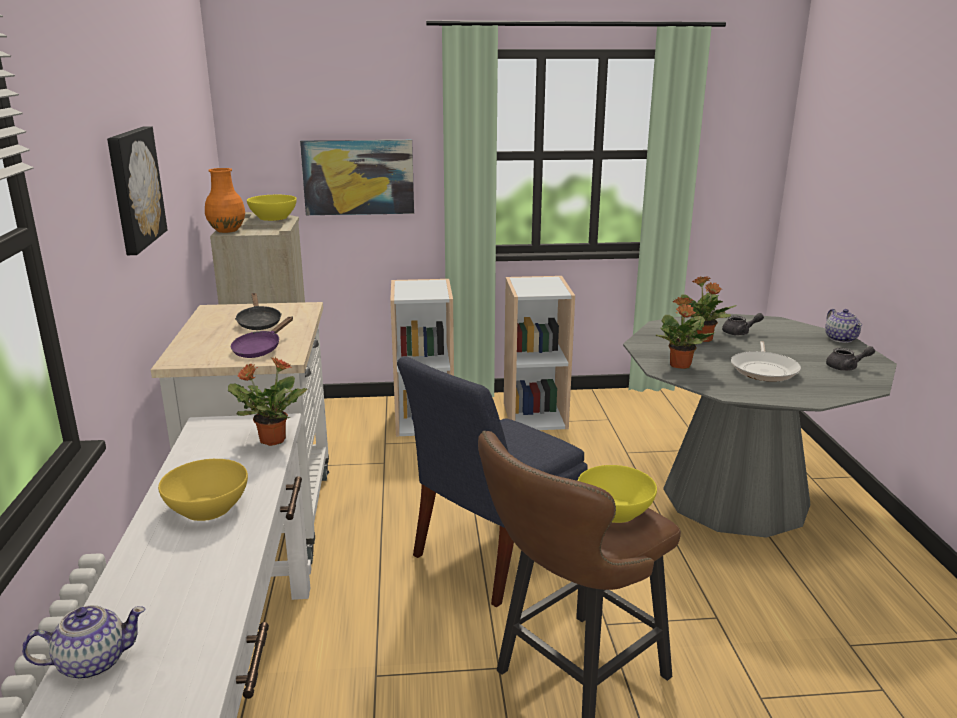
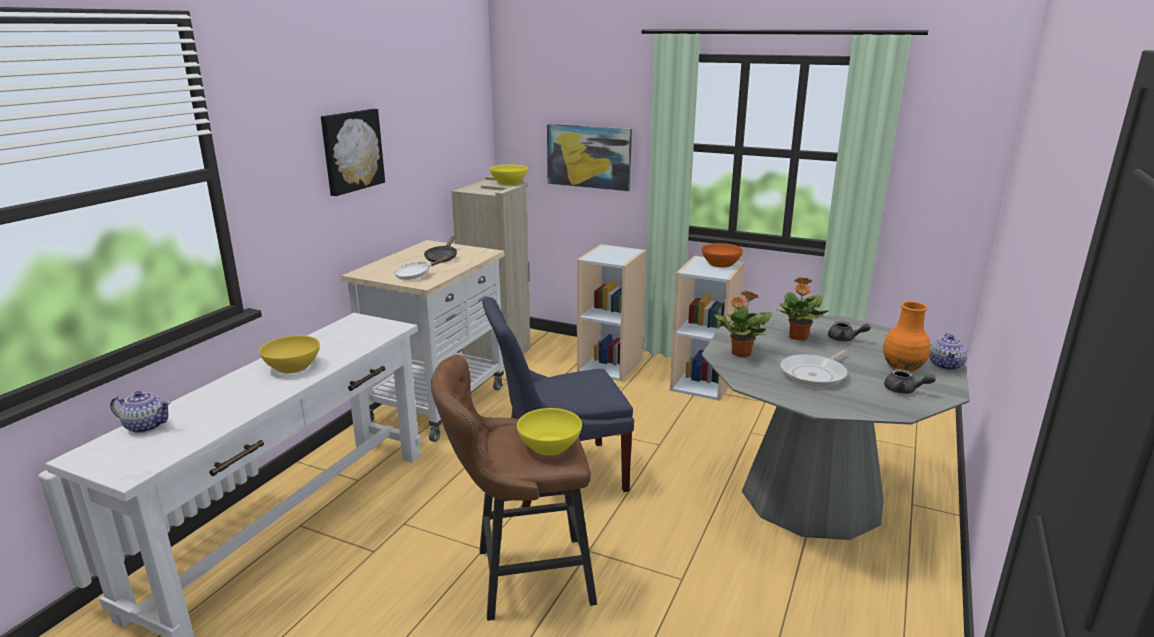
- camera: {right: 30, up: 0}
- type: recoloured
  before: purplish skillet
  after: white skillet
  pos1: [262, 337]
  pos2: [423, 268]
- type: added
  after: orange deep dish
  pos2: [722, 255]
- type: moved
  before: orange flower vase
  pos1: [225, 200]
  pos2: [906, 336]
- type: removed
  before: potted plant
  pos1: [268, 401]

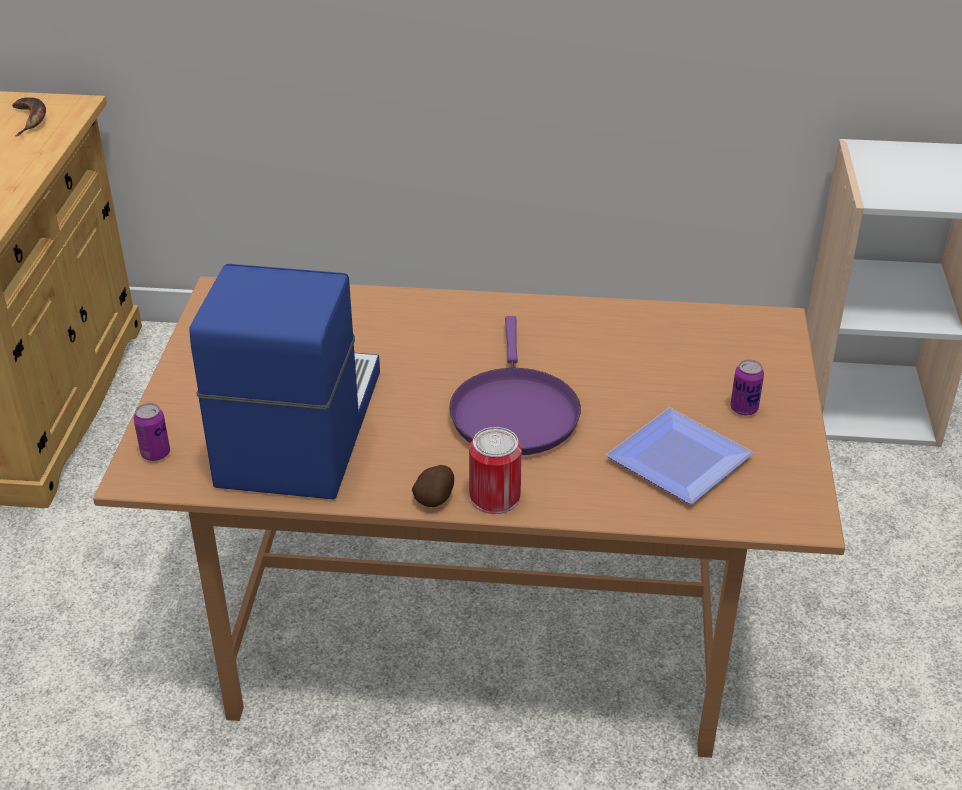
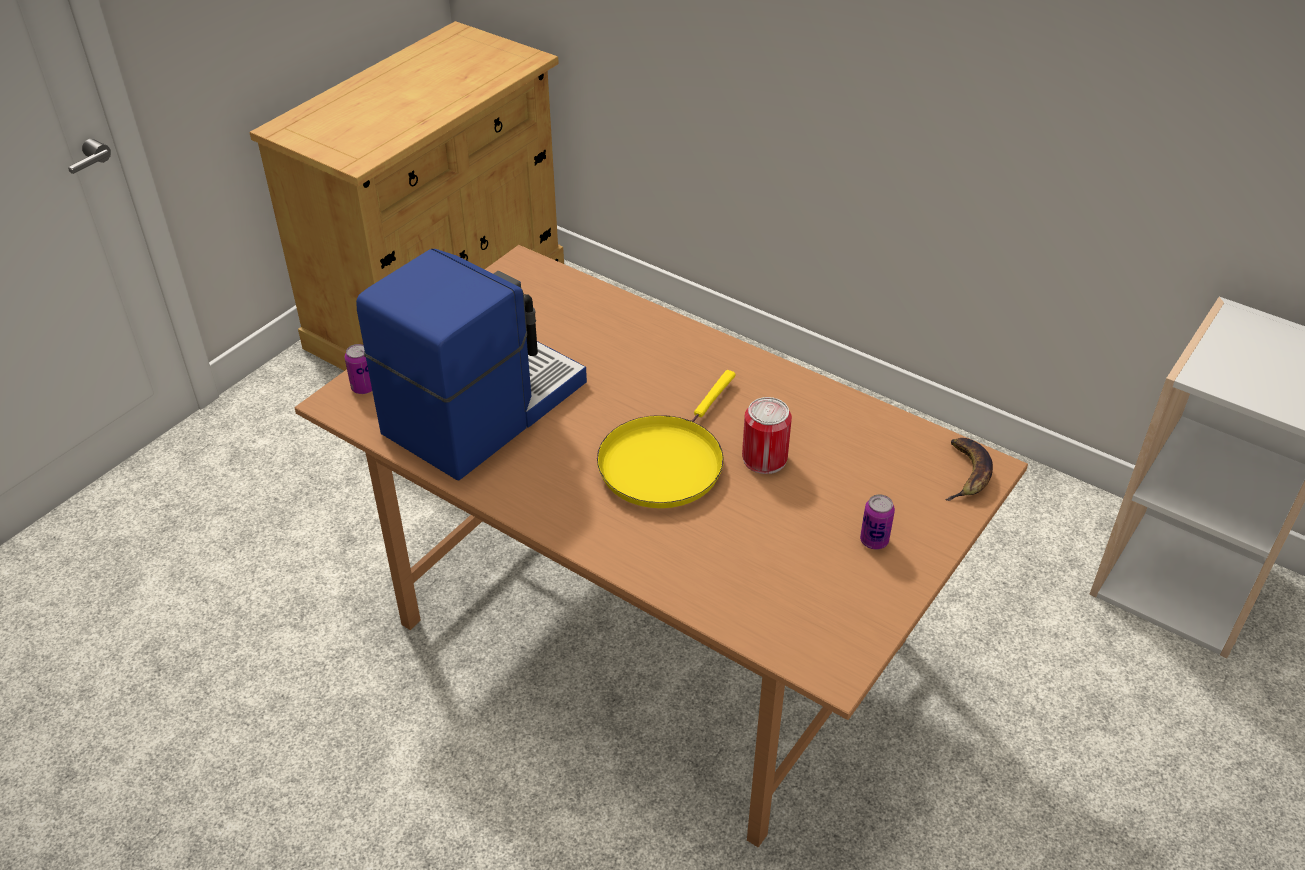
- camera: {right: 30, up: 5}
- type: recoloured
  before: purplish skillet
  after: yellowish skillet
  pos1: [515, 385]
  pos2: [666, 439]
- type: moved
  before: metal can
  pos1: [495, 470]
  pos2: [767, 435]
- type: moved
  before: banana
  pos1: [29, 116]
  pos2: [969, 469]
- type: removed
  before: whole potato
  pos1: [433, 486]
- type: removed
  before: flat dish
  pos1: [679, 456]

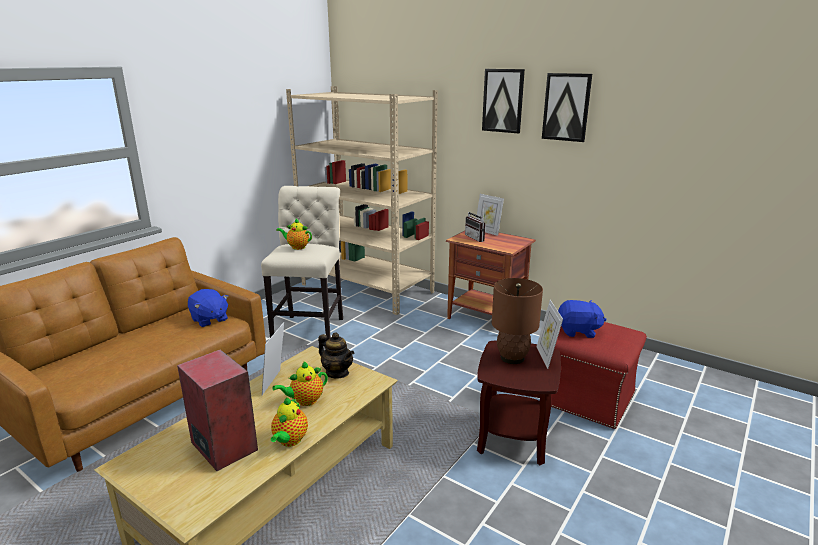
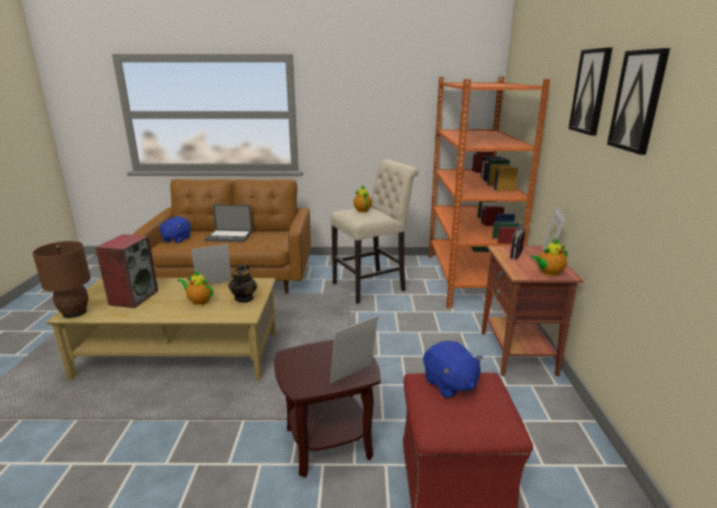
- camera: {right: 55, up: 0}
- type: moved
  before: brown-coloured lamp for a table
  pos1: [517, 321]
  pos2: [61, 279]
- type: moved
  before: blue-coloured soft toy
  pos1: [208, 308]
  pos2: [174, 230]
- type: added
  after: portable computer
  pos2: [229, 223]
- type: recoloured
  before: beige bookcase
  after: orange bookcase
  pos1: [362, 200]
  pos2: [489, 192]
- type: moved
  before: tea pot
  pos1: [289, 422]
  pos2: [549, 257]

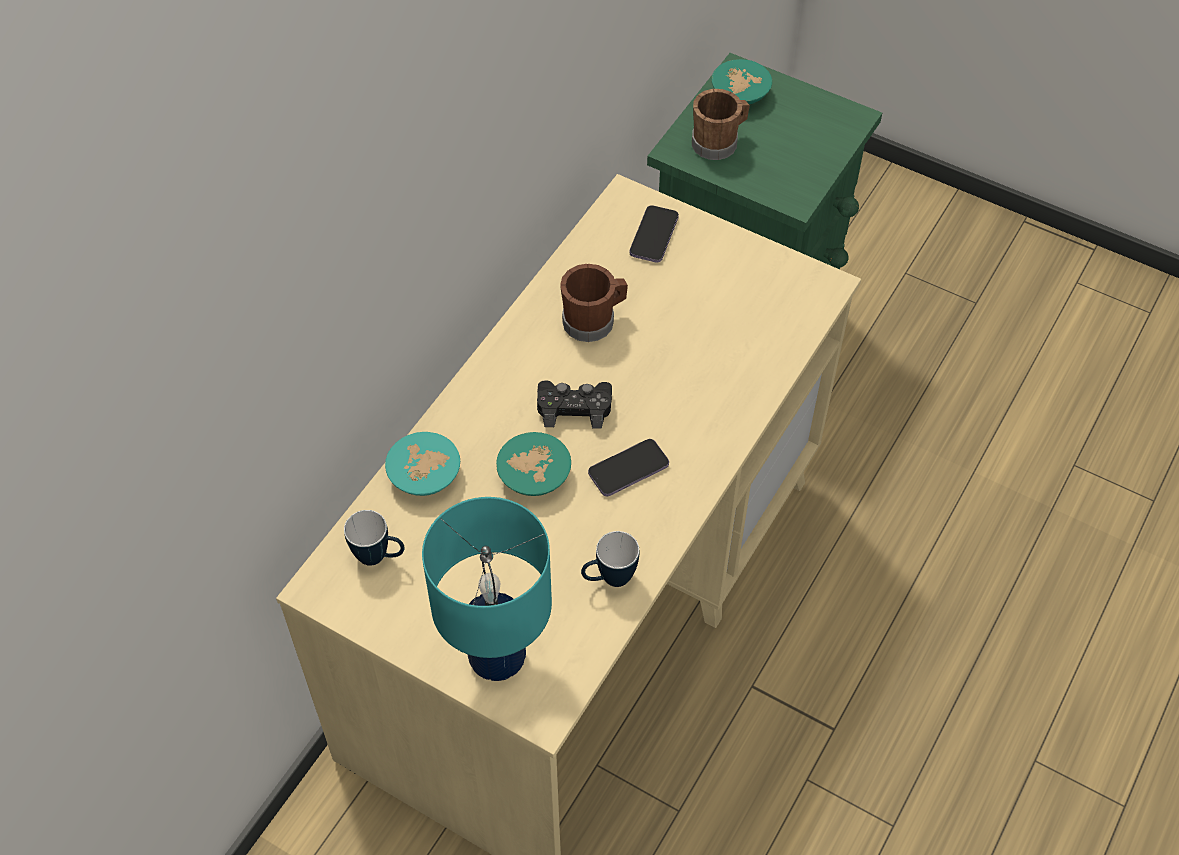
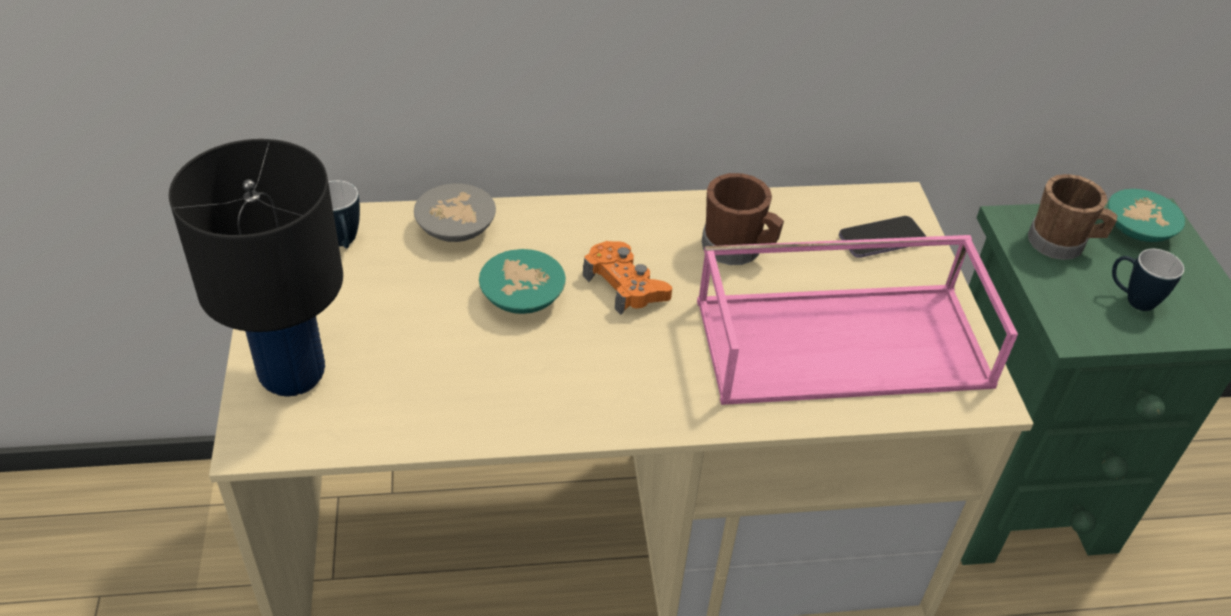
- camera: {right: 50, up: -10}
- type: recoloured
  before: blue-green lamp for a table
  after: black-coloured lamp for a table
  pos1: [487, 589]
  pos2: [256, 268]
- type: recoloured
  before: blue-green deep dish
  after: grey deep dish
  pos1: [422, 464]
  pos2: [455, 212]
- type: recoloured
  before: black-coloured joypad
  after: orange joypad
  pos1: [574, 404]
  pos2: [627, 278]
- type: added
  after: pink serving tray
  pos2: [857, 320]
- type: moved
  before: mug
  pos1: [610, 559]
  pos2: [1148, 280]
- type: removed
  before: telephone
  pos1: [628, 467]

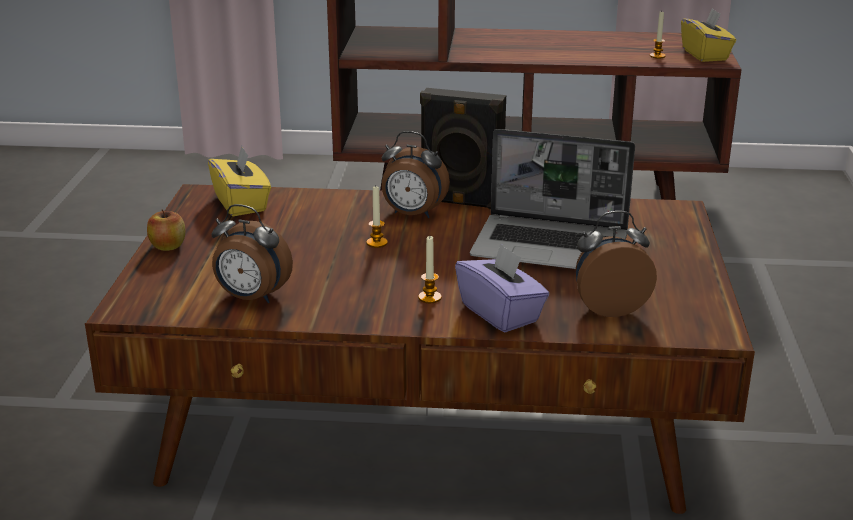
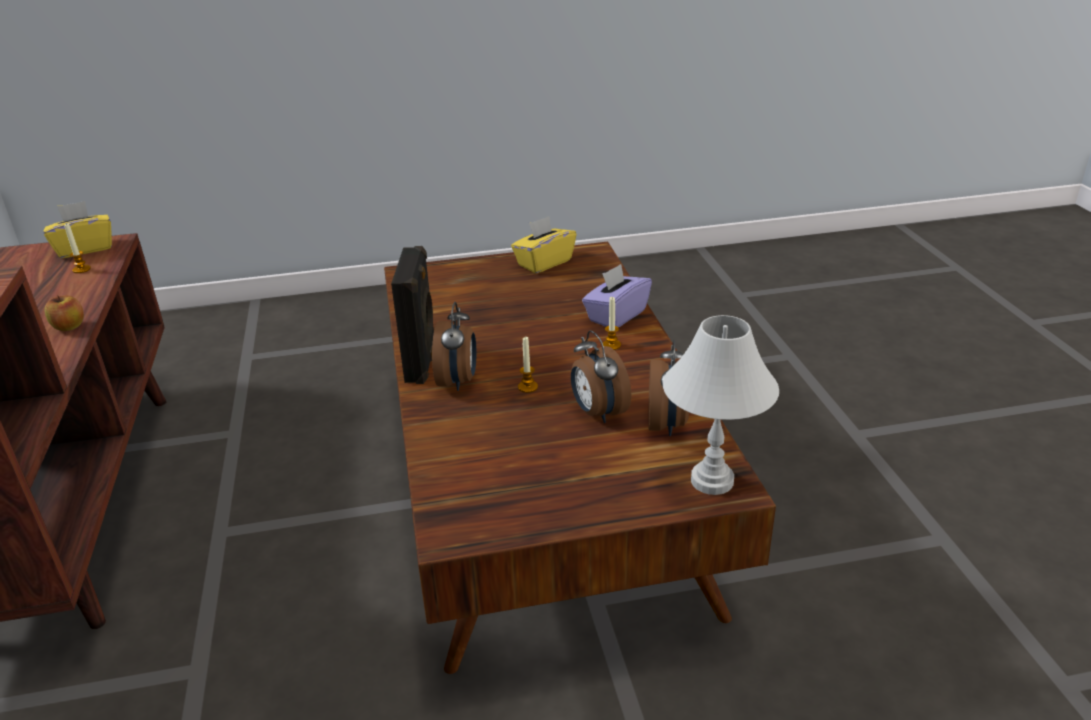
- camera: {right: -105, up: 5}
- type: moved
  before: apple
  pos1: [166, 230]
  pos2: [64, 313]
- type: moved
  before: yellowish tissue box
  pos1: [239, 181]
  pos2: [543, 244]
- type: moved
  before: alarm clock
  pos1: [616, 264]
  pos2: [601, 376]
- type: added
  after: white lamp for a table
  pos2: [721, 405]
- type: removed
  before: portable computer
  pos1: [552, 199]

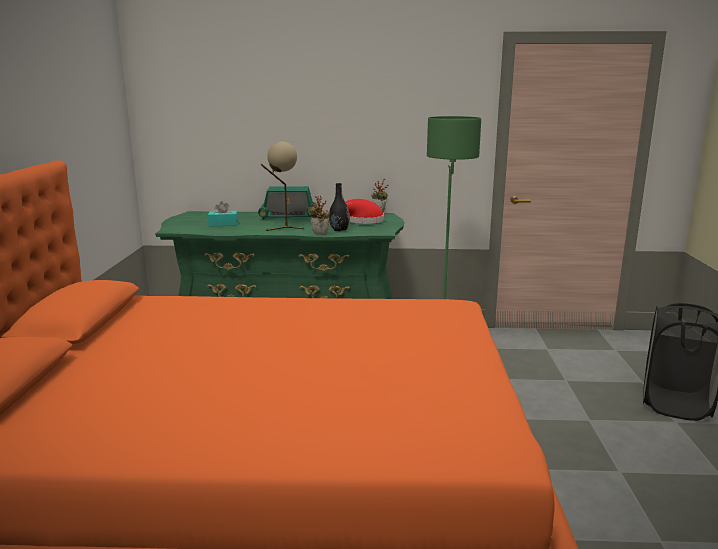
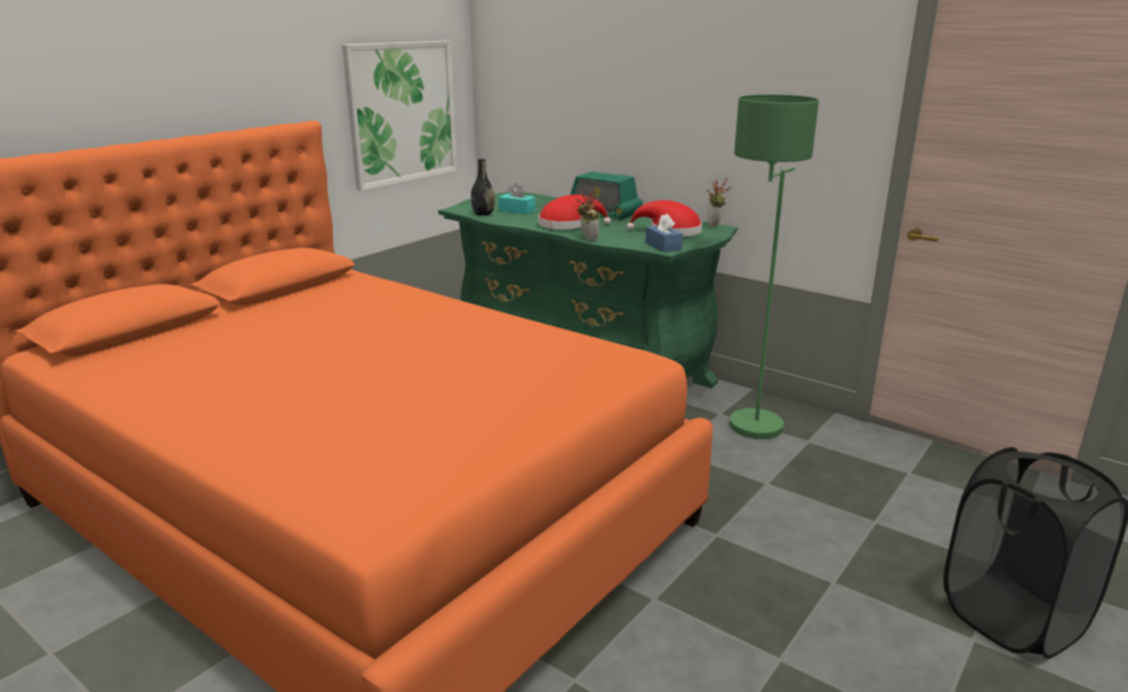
- camera: {right: 35, up: 5}
- type: added
  after: wall art
  pos2: [400, 116]
- type: moved
  before: black-coloured flower vase
  pos1: [339, 207]
  pos2: [483, 187]
- type: replaced
  before: beige lamp for a table
  after: reddish wearable hat
  pos1: [282, 186]
  pos2: [574, 212]
- type: added
  after: blue-coloured tissue box
  pos2: [664, 233]

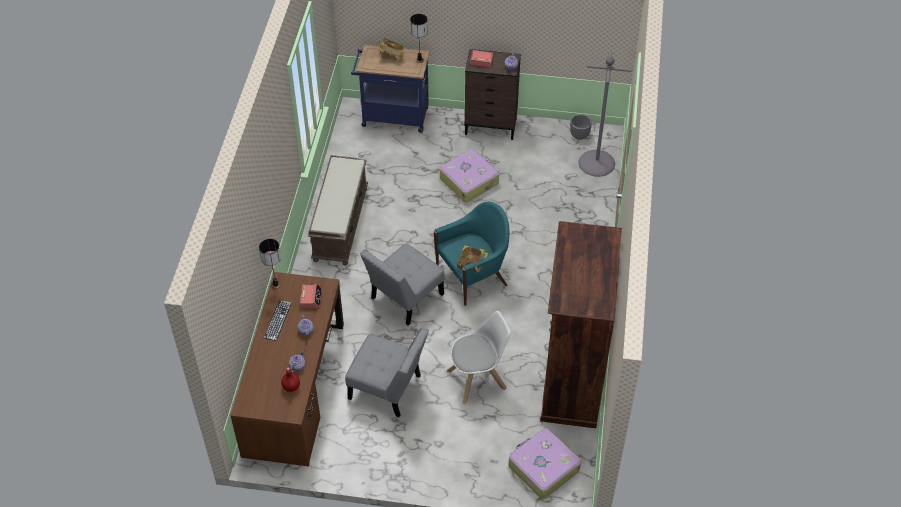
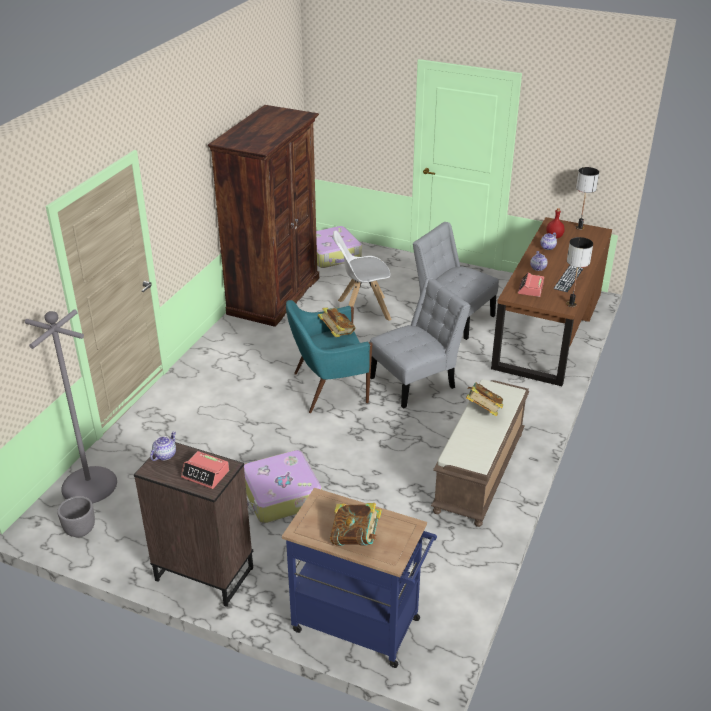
- camera: {right: -165, up: -15}
- type: added
  after: bound book
  pos2: [484, 399]
- type: moved
  before: lamp for a table
  pos1: [419, 38]
  pos2: [587, 198]

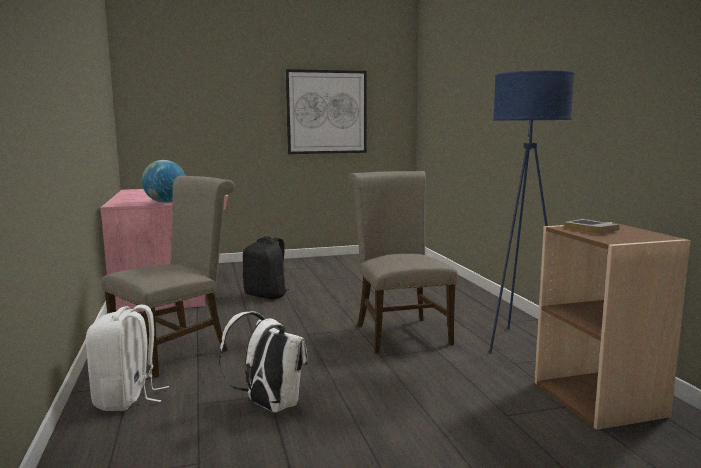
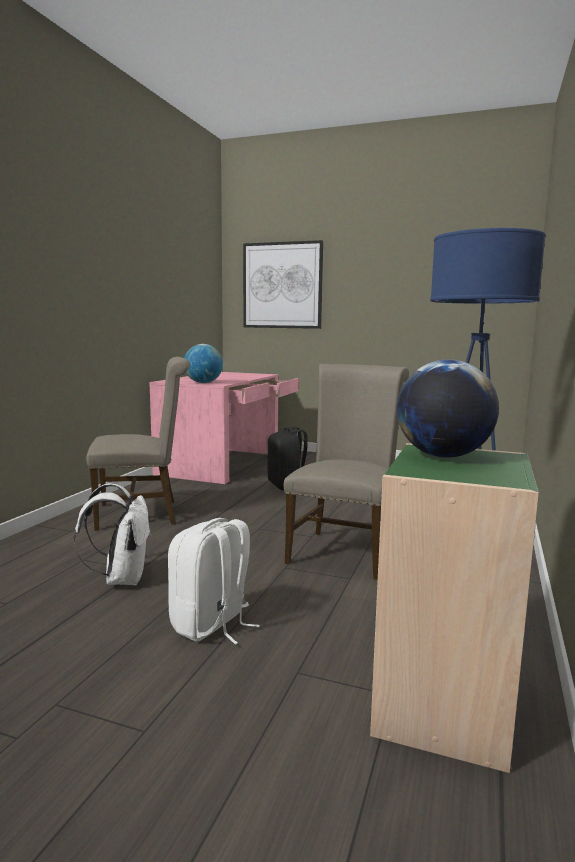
- camera: {right: 35, up: 0}
- type: moved
  before: white rucksack
  pos1: [127, 357]
  pos2: [214, 581]
- type: moved
  before: wall art
  pos1: [326, 111]
  pos2: [283, 284]
- type: recoloured
  before: brown-coloured bookcase
  after: green-coloured bookcase
  pos1: [612, 326]
  pos2: [454, 608]
- type: replaced
  before: bound book
  after: globe
  pos1: [592, 226]
  pos2: [448, 408]

